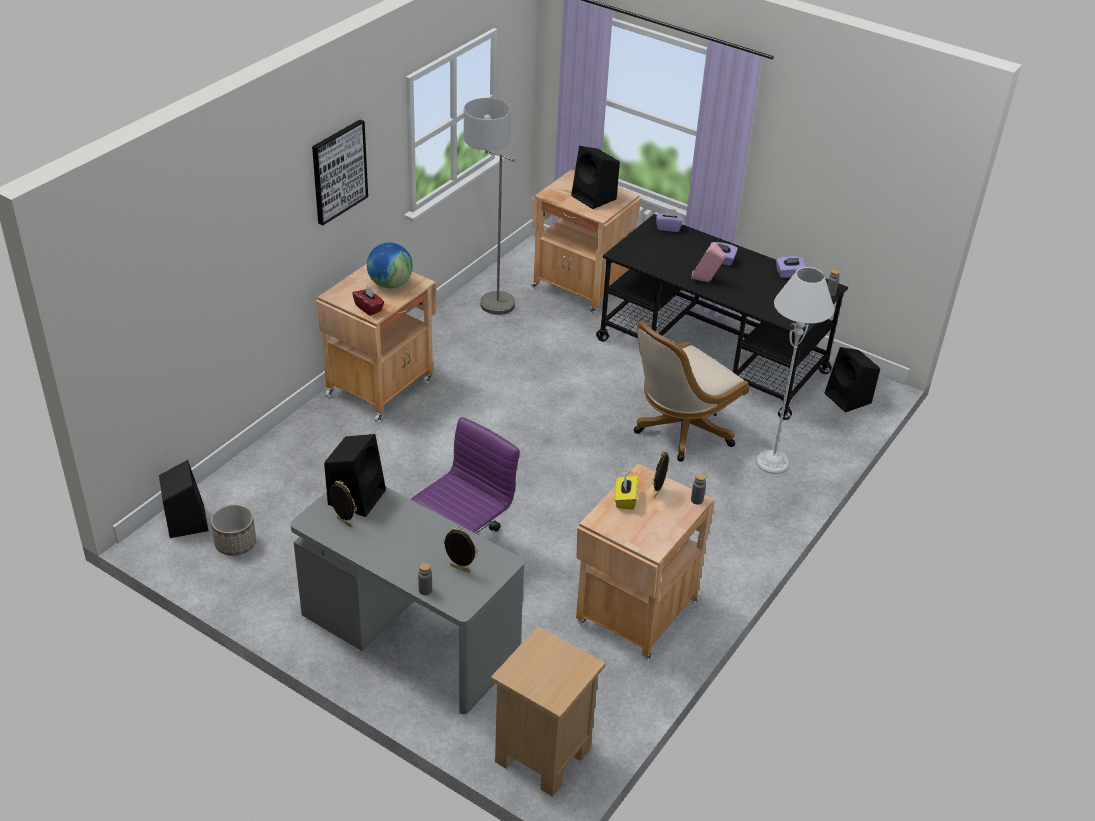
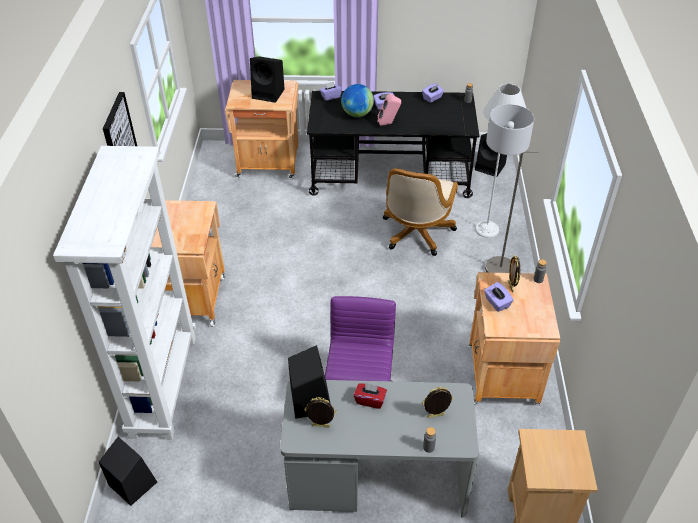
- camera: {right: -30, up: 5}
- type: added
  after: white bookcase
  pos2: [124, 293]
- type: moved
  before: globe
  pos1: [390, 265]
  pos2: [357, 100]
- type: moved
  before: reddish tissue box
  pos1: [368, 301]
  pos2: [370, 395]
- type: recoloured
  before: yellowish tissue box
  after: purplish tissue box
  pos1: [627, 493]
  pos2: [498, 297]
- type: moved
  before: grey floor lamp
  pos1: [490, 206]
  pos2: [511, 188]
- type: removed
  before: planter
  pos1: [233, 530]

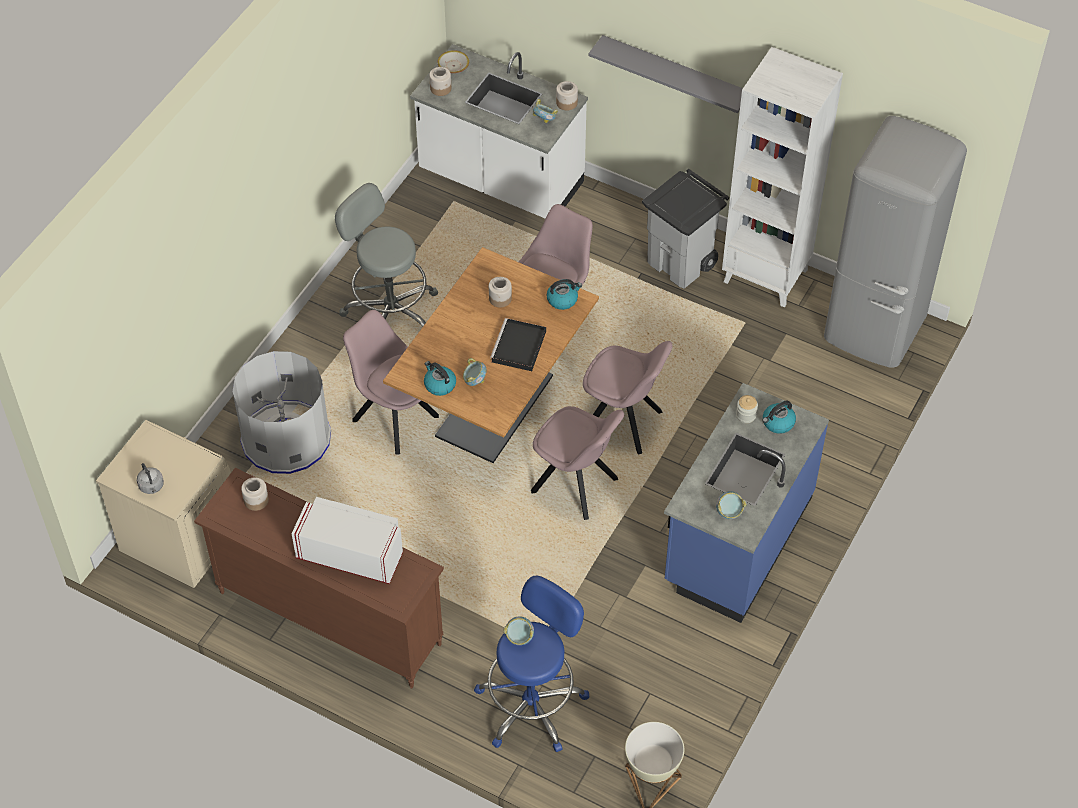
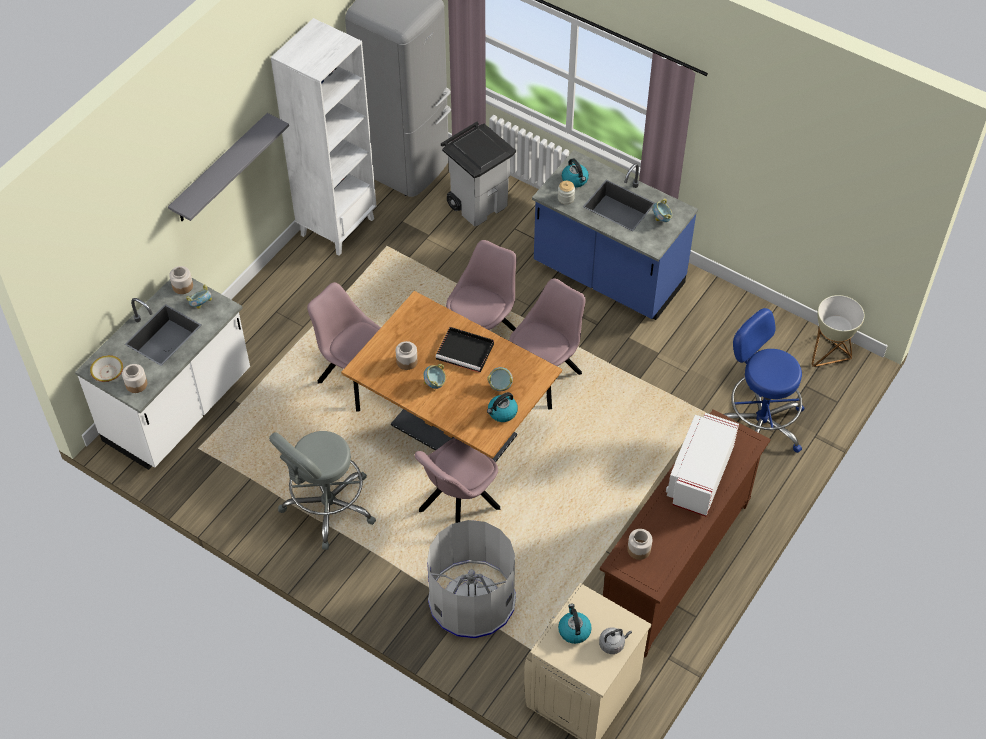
- camera: {right: -85, up: 0}
- type: moved
  before: deep dish
  pos1: [519, 630]
  pos2: [435, 376]
- type: moved
  before: grey rubbish bin
  pos1: [685, 229]
  pos2: [478, 174]
- type: moved
  before: tea kettle
  pos1: [564, 294]
  pos2: [575, 623]

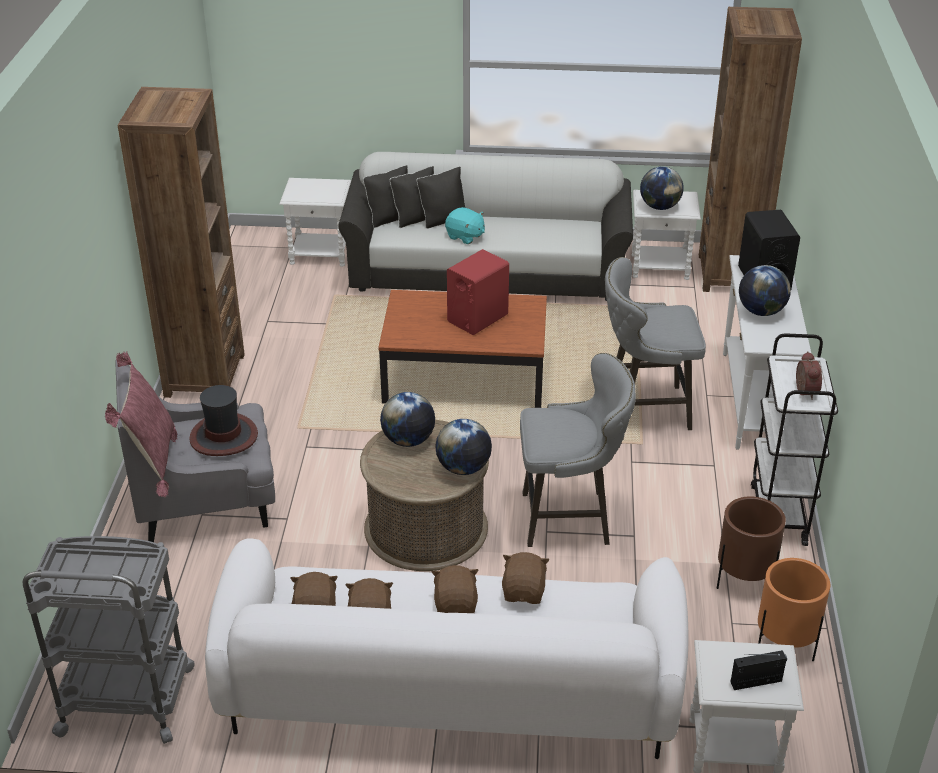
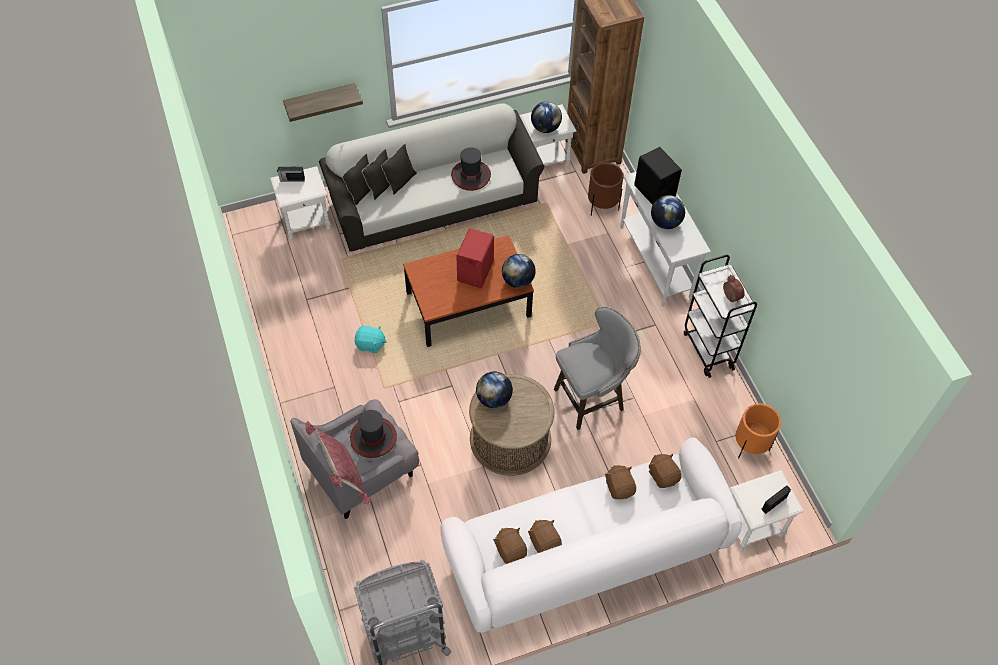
- camera: {right: -25, up: 20}
- type: added
  after: radio
  pos2: [291, 174]
- type: added
  after: bracket shelf
  pos2: [323, 102]
- type: moved
  before: blue-green soft toy
  pos1: [465, 225]
  pos2: [371, 339]
- type: added
  after: wearable hat
  pos2: [471, 169]
- type: moved
  before: globe
  pos1: [463, 447]
  pos2: [519, 271]
- type: moved
  before: brown-coloured planter
  pos1: [751, 542]
  pos2: [605, 189]
- type: moved
  before: brown-coloured soft toy
  pos1: [455, 589]
  pos2: [665, 471]
- type: removed
  before: brown-coloured bookcase
  pos1: [181, 242]
- type: removed
  before: grey sitting stool
  pos1: [655, 343]

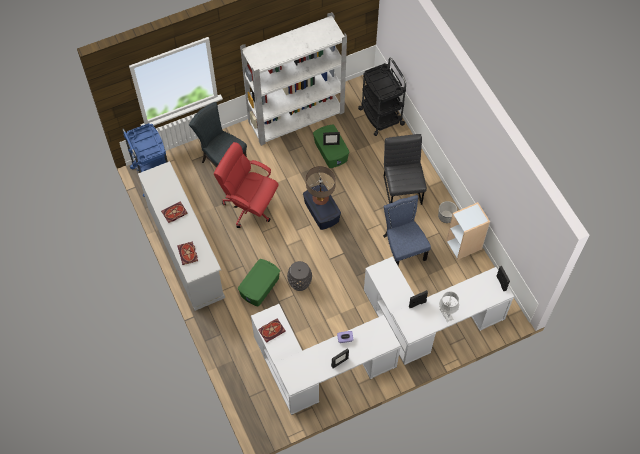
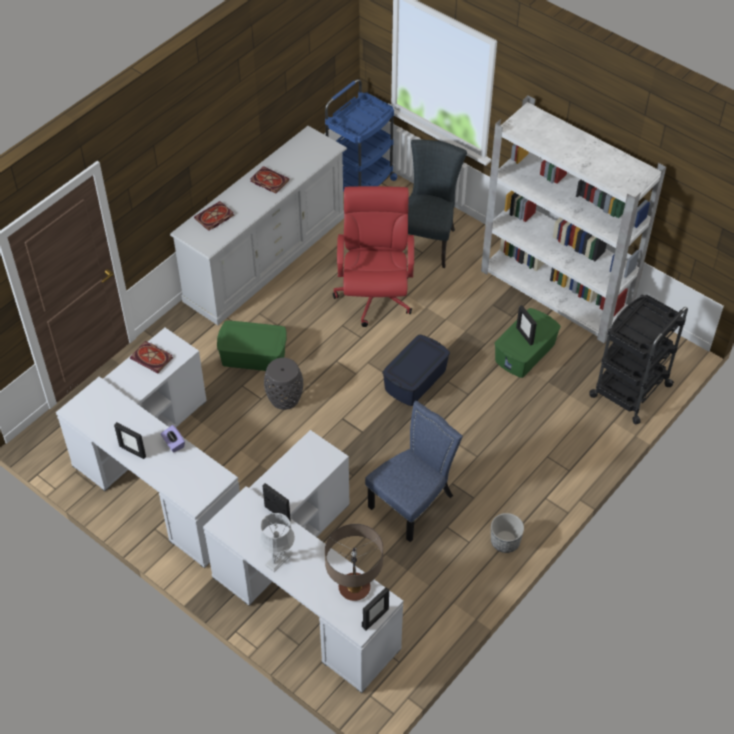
- camera: {right: 65, up: -10}
- type: moved
  before: lamp for a table
  pos1: [321, 185]
  pos2: [354, 562]
- type: removed
  before: grey chair
  pos1: [405, 169]
- type: removed
  before: bookcase
  pos1: [468, 231]

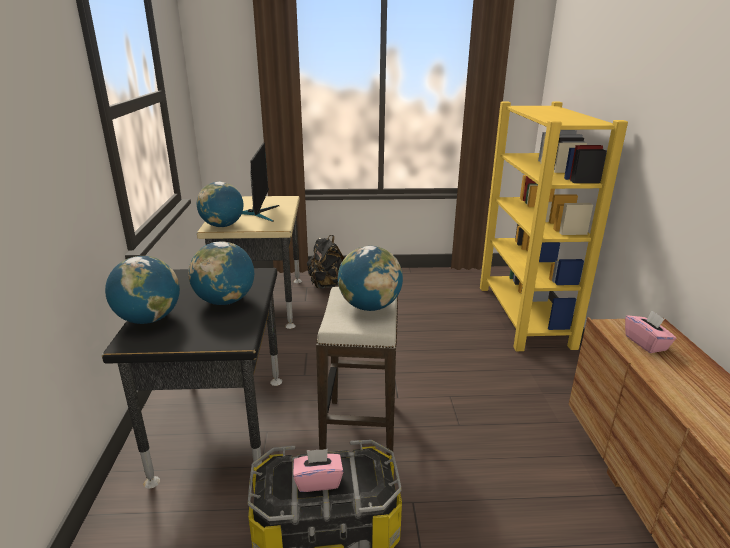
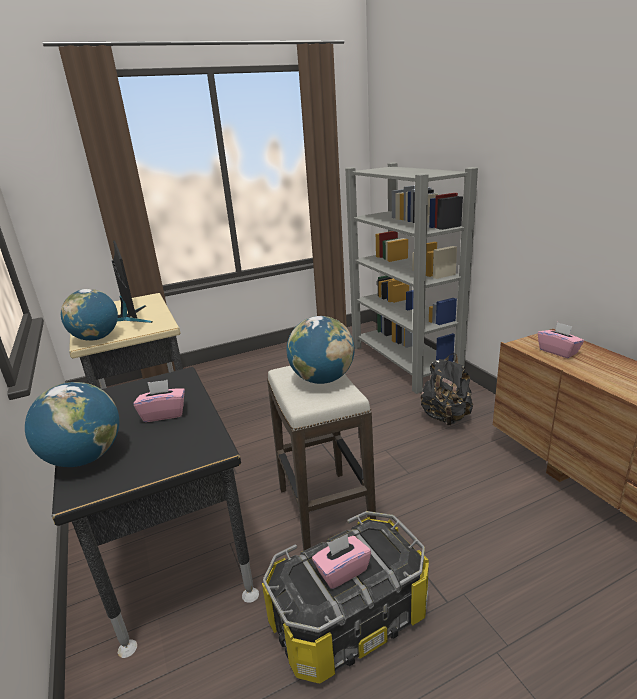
- camera: {right: -20, up: 0}
- type: replaced
  before: globe
  after: pink tissue box
  pos1: [221, 273]
  pos2: [159, 401]
- type: recoloured
  before: yellowish bookcase
  after: grey bookcase
  pos1: [554, 226]
  pos2: [411, 278]
- type: moved
  before: black-coloured rucksack
  pos1: [325, 262]
  pos2: [446, 389]

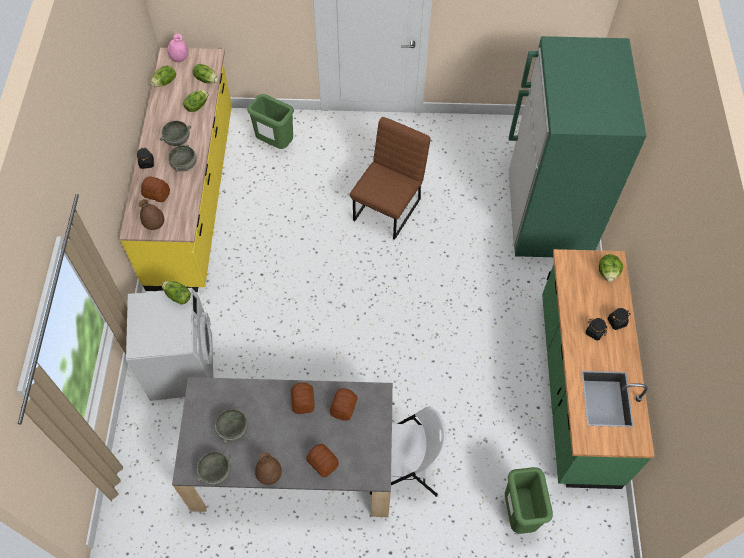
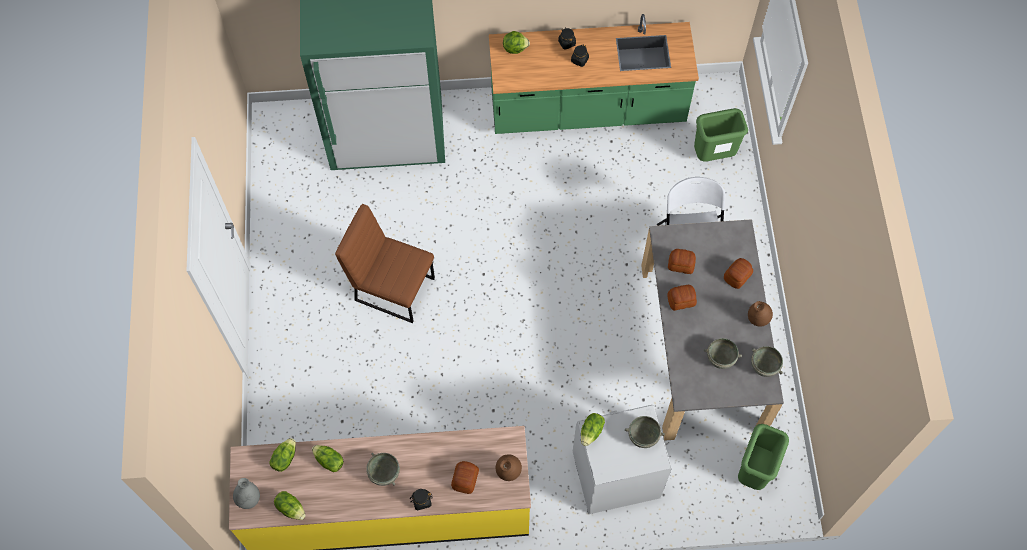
- camera: {right: -95, up: 5}
- type: recoloured
  before: pink flower vase
  after: grey flower vase
  pos1: [177, 48]
  pos2: [246, 493]
- type: moved
  before: grey deep dish
  pos1: [182, 158]
  pos2: [645, 432]
- type: moved
  before: green-coloured rubbish bin
  pos1: [270, 121]
  pos2: [763, 457]

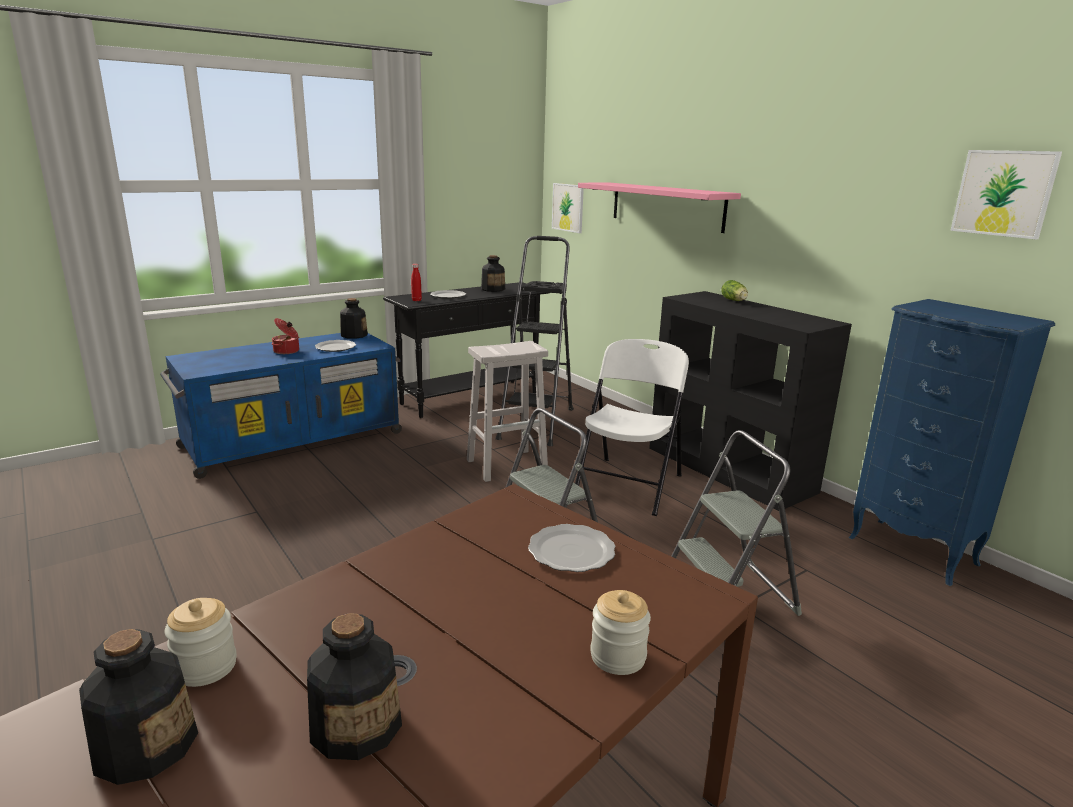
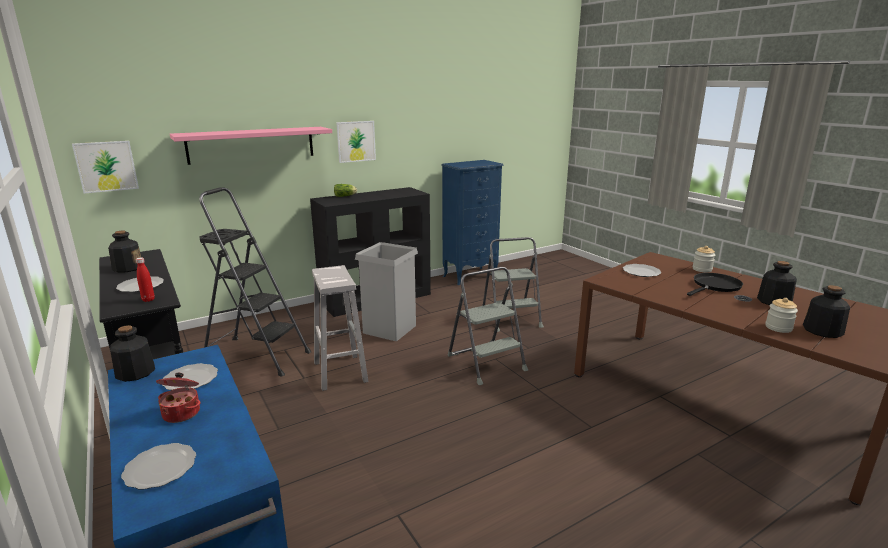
- camera: {right: -85, up: 0}
- type: added
  after: flat dish
  pos2: [158, 466]
- type: moved
  before: wall art
  pos1: [1006, 195]
  pos2: [356, 142]
- type: replaced
  before: white chair
  after: grey rubbish bin
  pos1: [632, 427]
  pos2: [386, 291]
- type: added
  after: black-coloured skillet
  pos2: [715, 284]

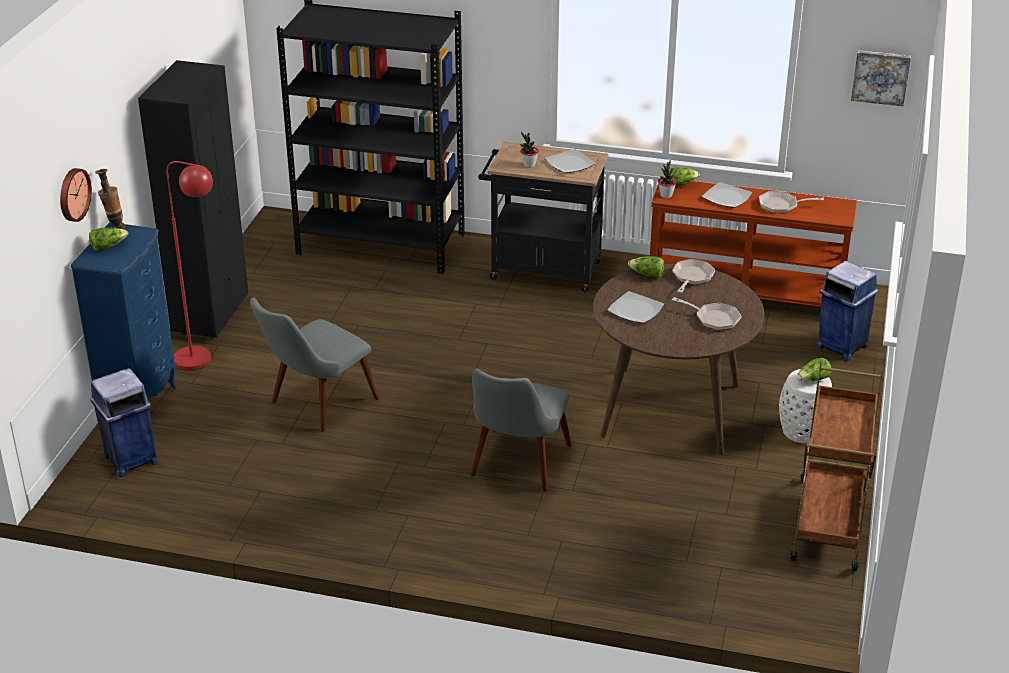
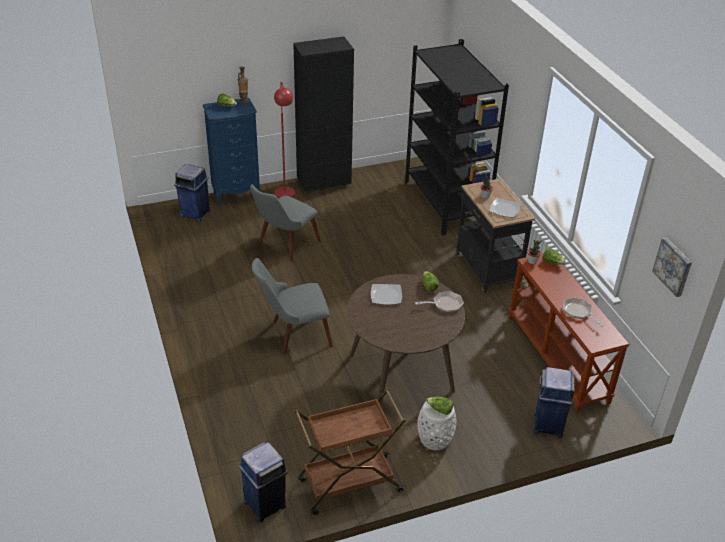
- camera: {right: 55, up: 5}
- type: added
  after: blue-coloured rubbish bin
  pos2: [263, 482]
- type: turned
  before: grey chair
  pos1: [314, 364]
  pos2: [285, 223]
  turn: -60
- type: removed
  before: wall clock
  pos1: [76, 195]
- type: removed
  before: skillet
  pos1: [707, 313]
- type: removed
  before: flat dish
  pos1: [727, 195]

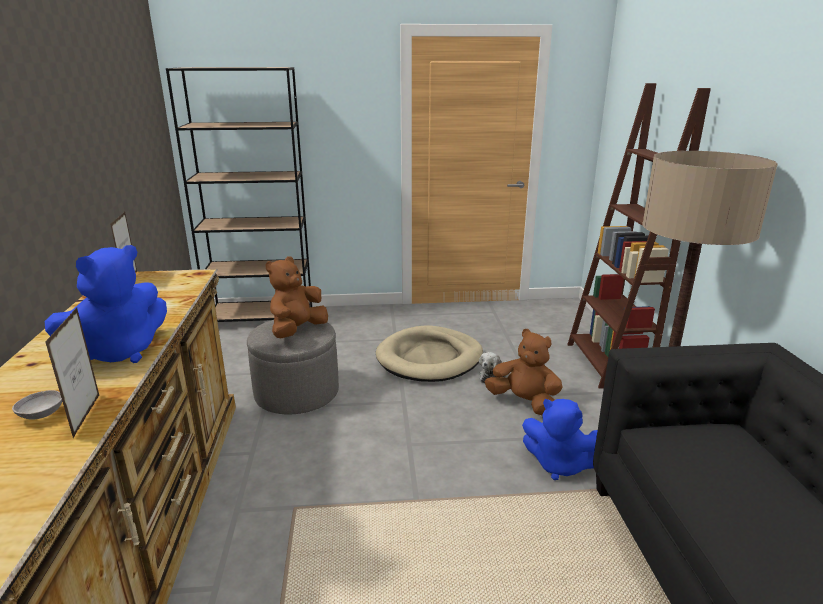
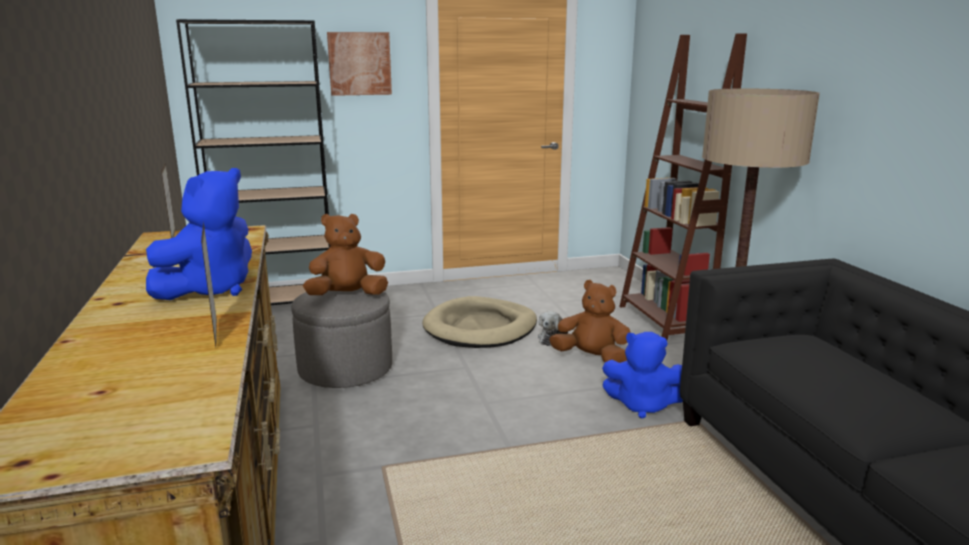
- camera: {right: -10, up: -5}
- type: turned
  before: brown-coloured soft toy
  pos1: [297, 297]
  pos2: [345, 254]
  turn: 45
- type: added
  after: wall art
  pos2: [359, 64]
- type: removed
  before: grey deep dish
  pos1: [37, 405]

